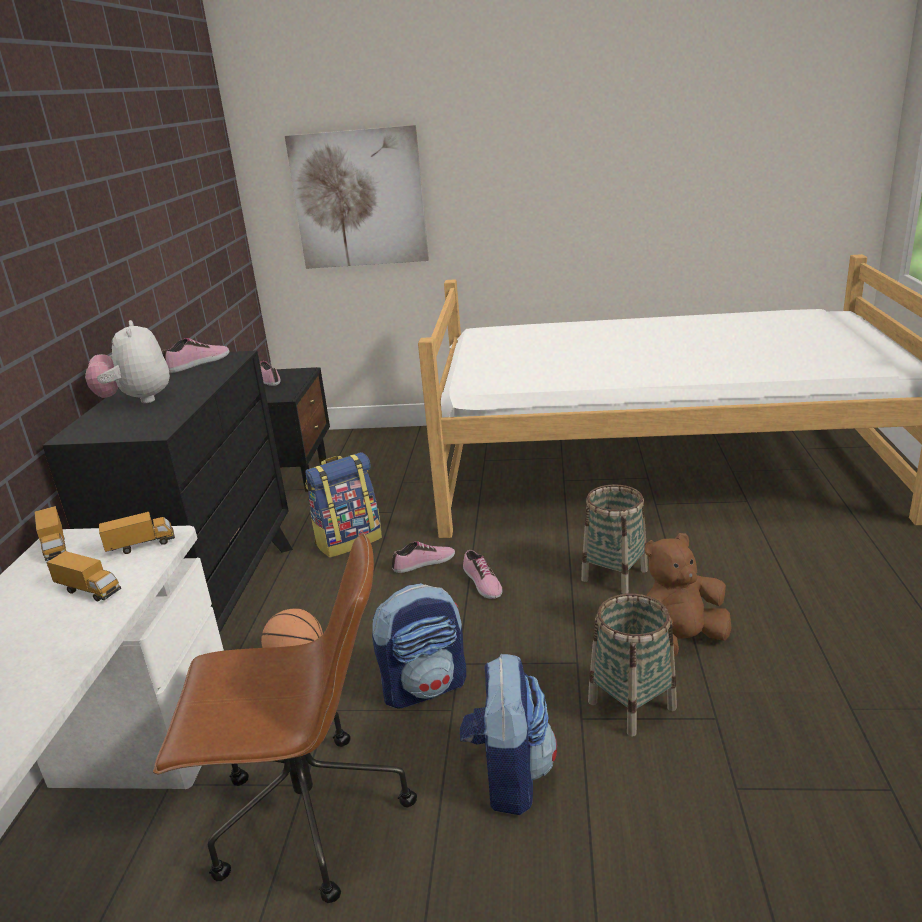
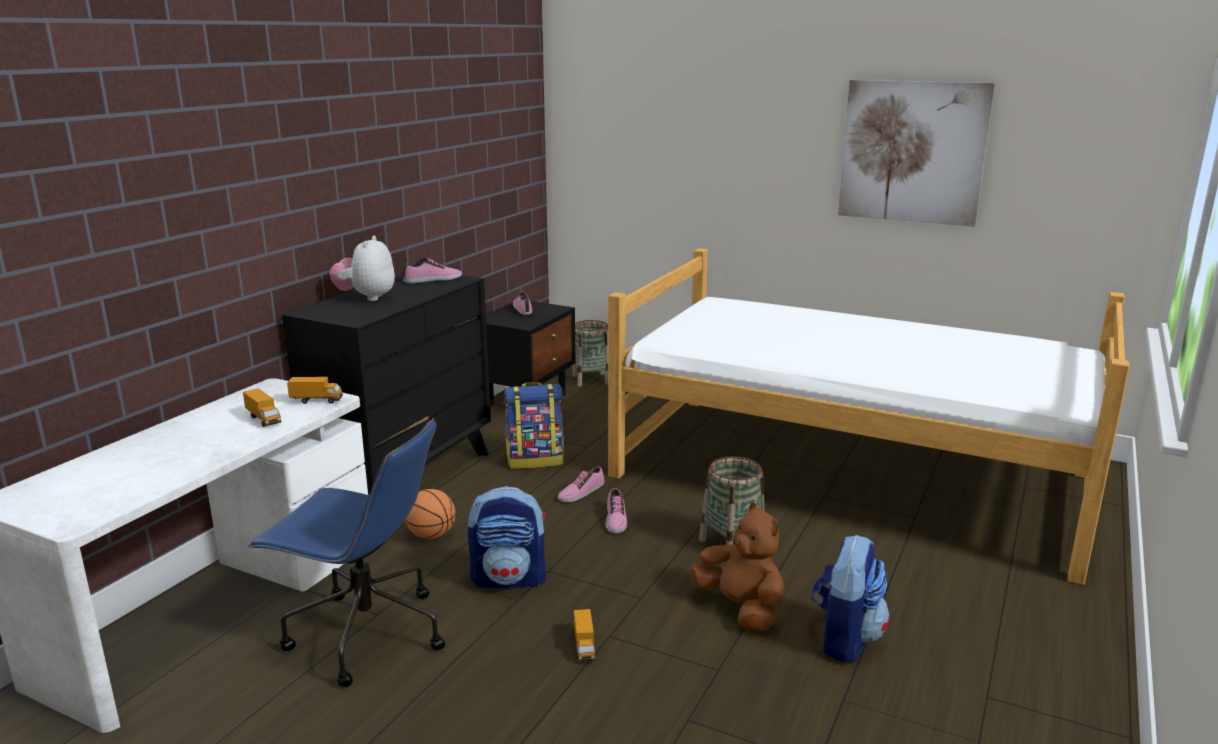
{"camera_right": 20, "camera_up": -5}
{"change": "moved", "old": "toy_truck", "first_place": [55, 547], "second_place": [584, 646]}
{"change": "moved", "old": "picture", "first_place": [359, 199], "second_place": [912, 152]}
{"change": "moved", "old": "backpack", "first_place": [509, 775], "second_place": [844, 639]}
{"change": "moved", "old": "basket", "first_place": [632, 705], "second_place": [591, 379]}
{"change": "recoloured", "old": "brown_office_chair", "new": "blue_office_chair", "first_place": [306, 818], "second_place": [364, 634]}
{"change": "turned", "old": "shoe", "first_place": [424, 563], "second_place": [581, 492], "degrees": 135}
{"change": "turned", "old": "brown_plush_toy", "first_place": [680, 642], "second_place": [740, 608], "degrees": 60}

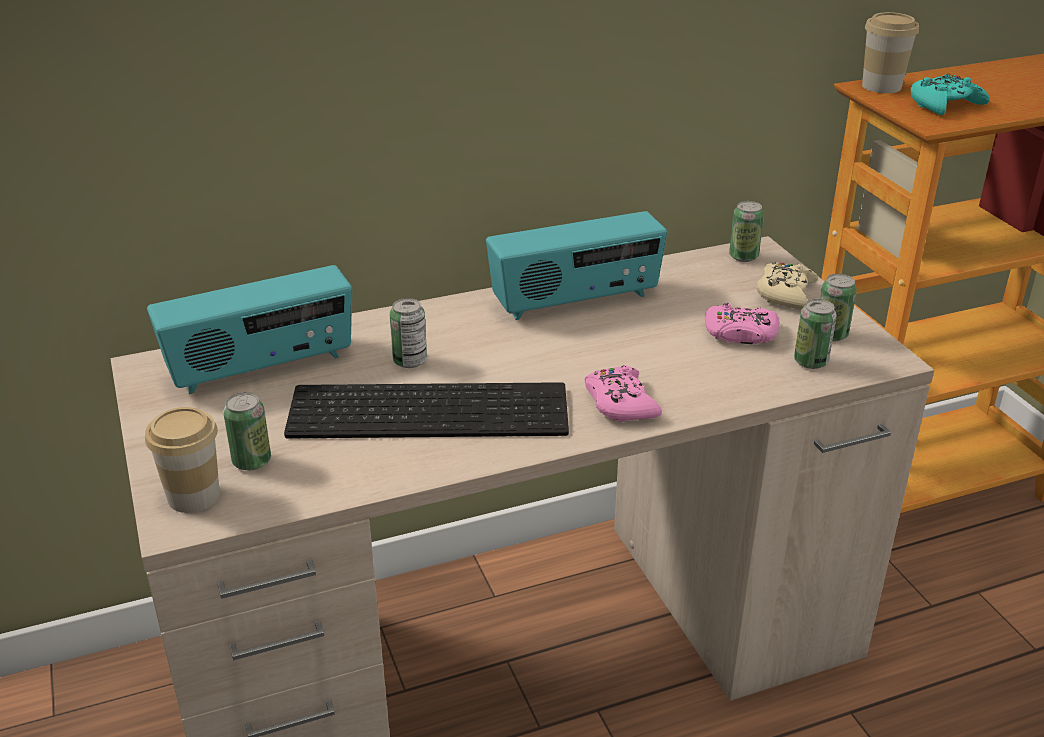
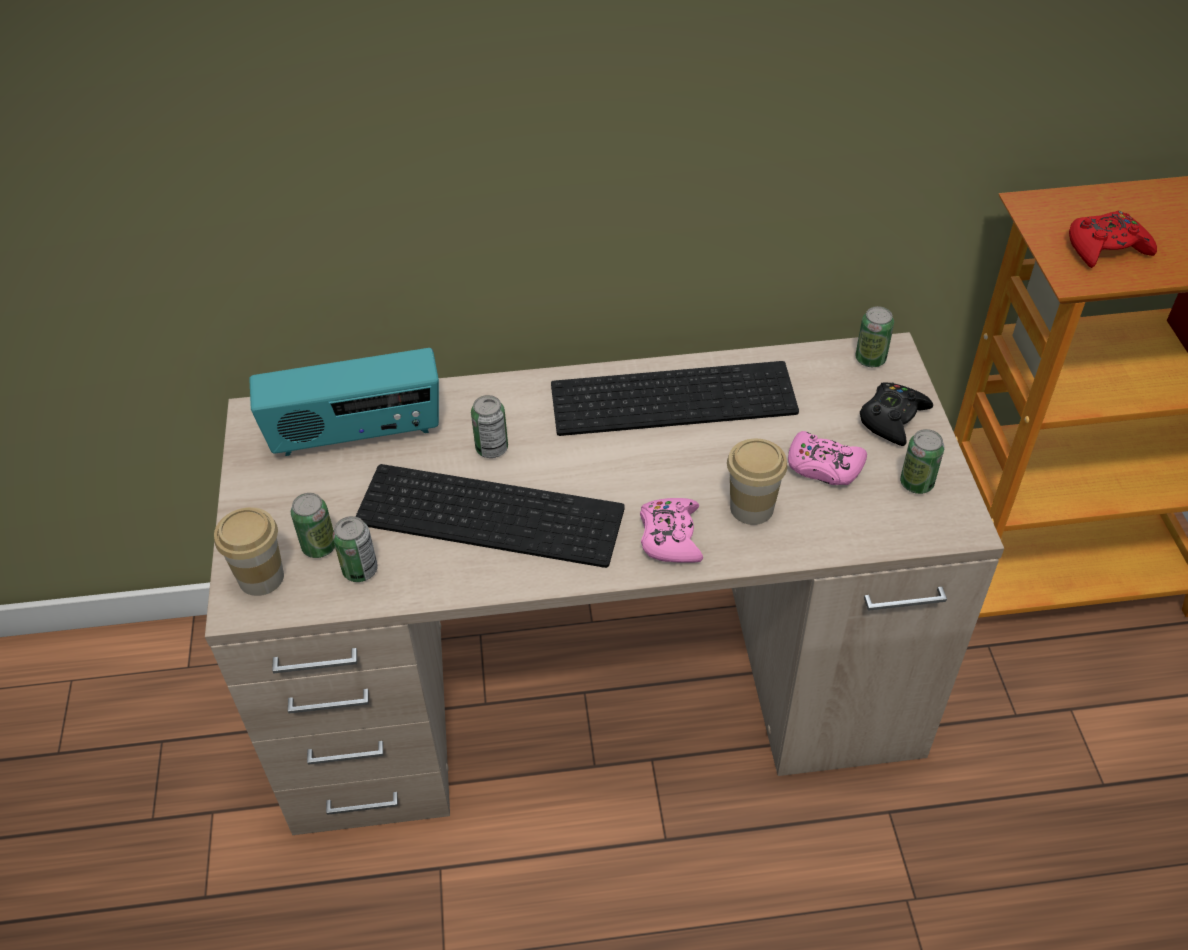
{"camera_right": 15, "camera_up": 15}
{"change": "moved", "old": "can", "first_place": [810, 362], "second_place": [360, 570]}
{"change": "moved", "old": "cup", "first_place": [881, 86], "second_place": [751, 508]}
{"change": "replaced", "old": "radio", "new": "keyboard", "first_place": [575, 301], "second_place": [675, 396]}
{"change": "recoloured", "old": "beige_game_controller", "new": "black_game_controller", "first_place": [785, 294], "second_place": [892, 419]}
{"change": "recoloured", "old": "turquoise_game_controller", "new": "red_game_controller", "first_place": [944, 105], "second_place": [1106, 248]}

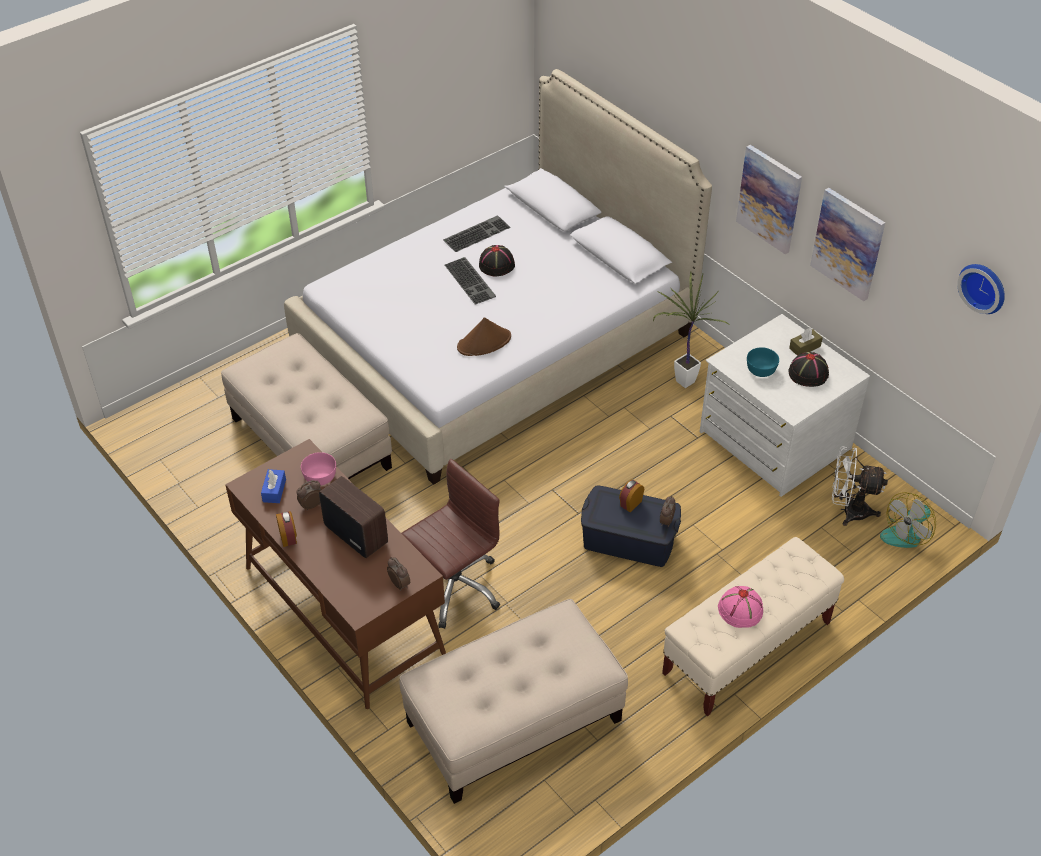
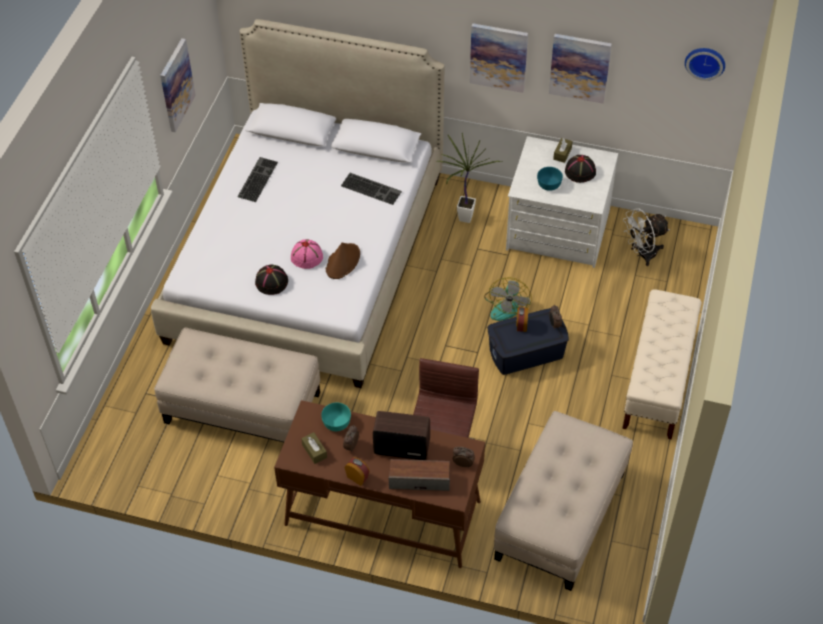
{"camera_right": -35, "camera_up": 5}
{"change": "added", "new": "picture", "second_place": [176, 85]}
{"change": "added", "new": "speaker", "second_place": [419, 480]}
{"change": "moved", "old": "keyboard", "first_place": [471, 281], "second_place": [372, 188]}
{"change": "moved", "old": "black_hat", "first_place": [497, 265], "second_place": [272, 282]}
{"change": "moved", "old": "pink_hat", "first_place": [740, 610], "second_place": [307, 257]}
{"change": "moved", "old": "fan", "first_place": [907, 533], "second_place": [506, 305]}
{"change": "recoloured", "old": "blue_tissue_box", "new": "brown_tissue_box", "first_place": [274, 490], "second_place": [314, 451]}
{"change": "recoloured", "old": "pink_bowl", "new": "turquoise_bowl", "first_place": [320, 477], "second_place": [336, 423]}

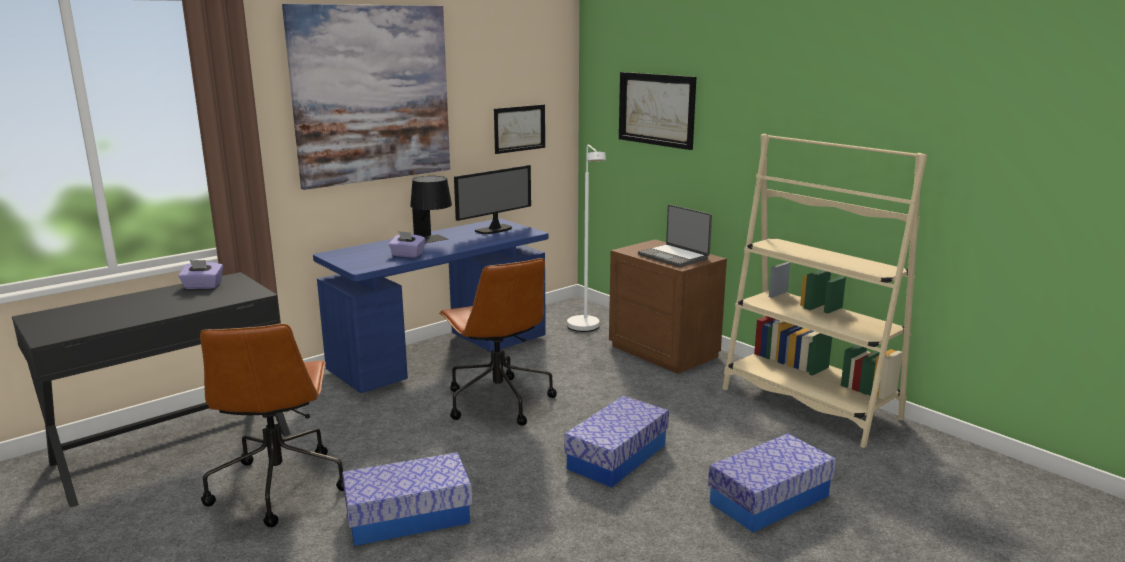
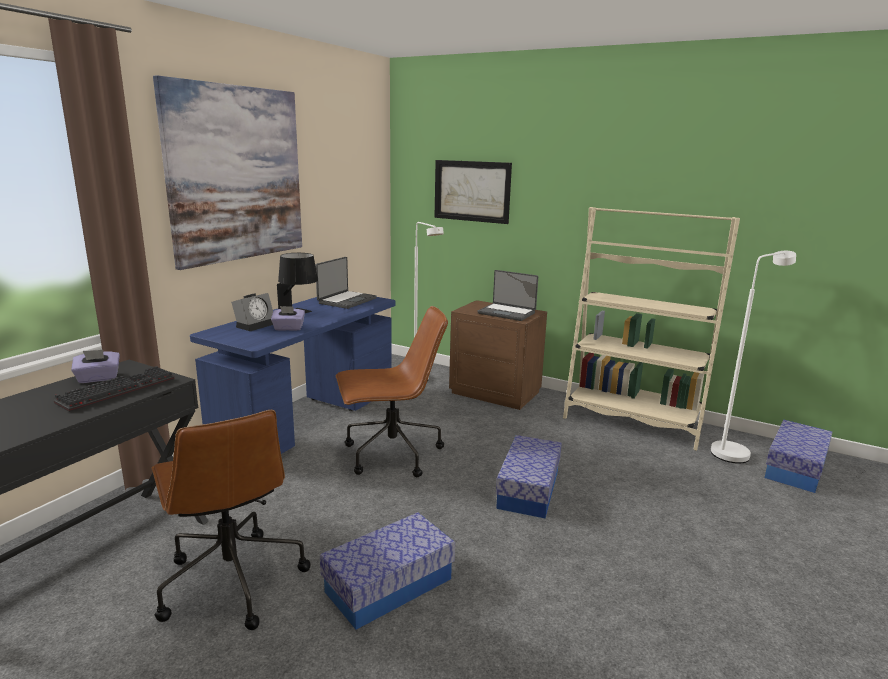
{"camera_right": -20, "camera_up": 0}
{"change": "removed", "old": "picture", "first_place": [519, 128]}
{"change": "added", "new": "keyboard", "second_place": [118, 390]}
{"change": "added", "new": "alarm_clock", "second_place": [256, 325]}
{"change": "added", "new": "white_floor_lamp", "second_place": [734, 451]}
{"change": "moved", "old": "storage_box", "first_place": [769, 499], "second_place": [795, 468]}
{"change": "replaced", "old": "monitor", "new": "laptop", "first_place": [495, 230], "second_place": [346, 300]}
{"change": "turned", "old": "brown_office_chair", "first_place": [497, 401], "second_place": [391, 455], "degrees": -60}

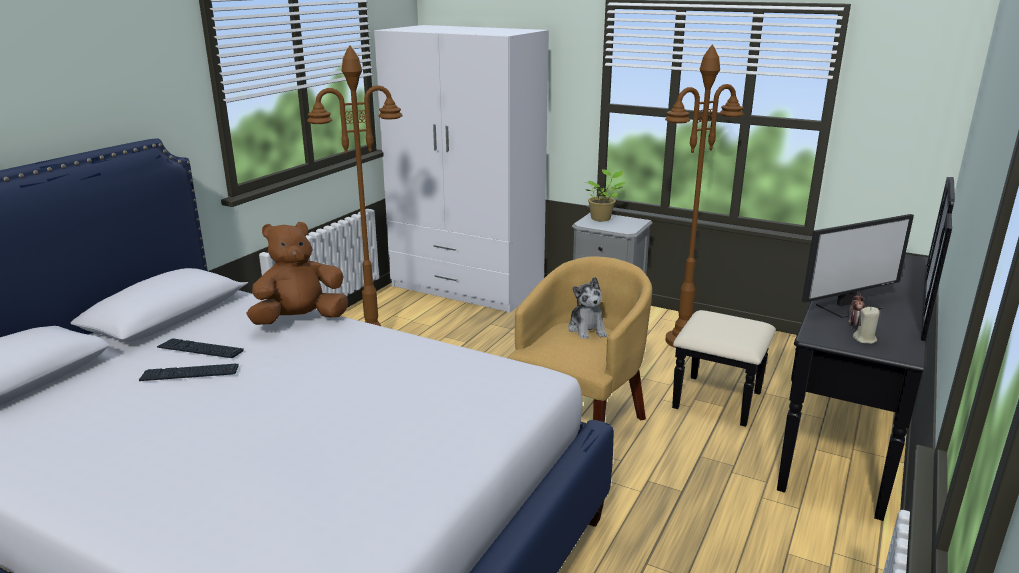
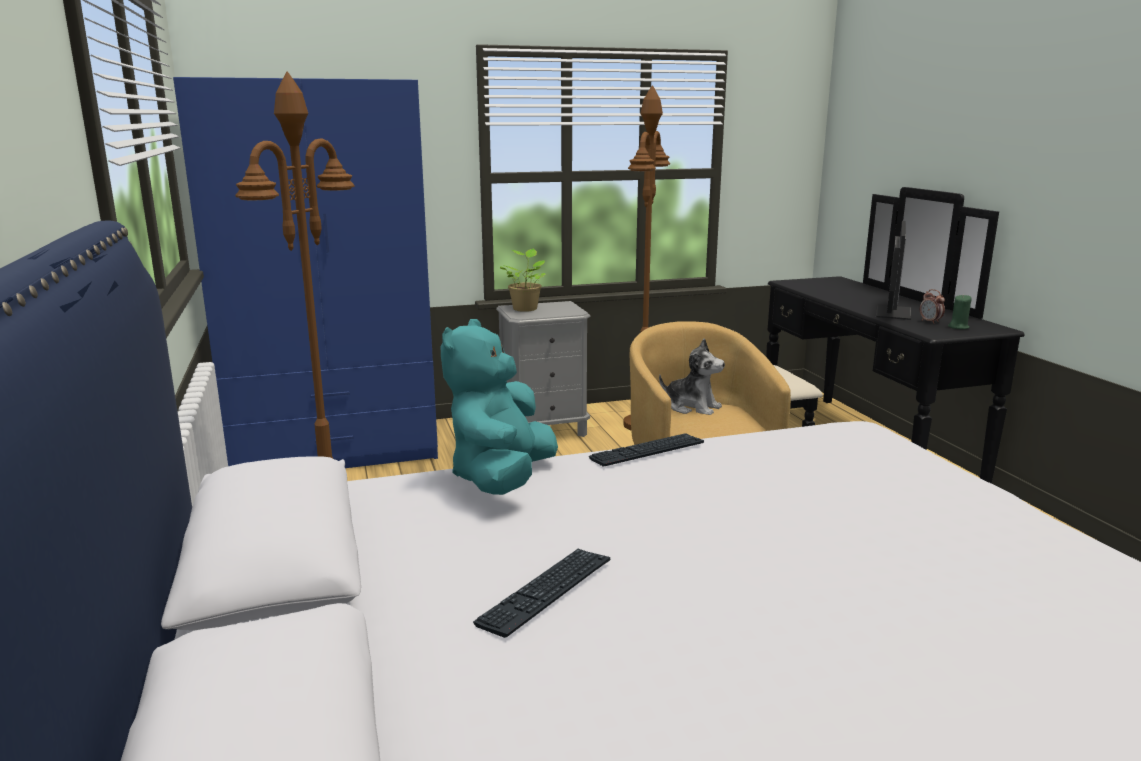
{"camera_right": -45, "camera_up": -5}
{"change": "moved", "old": "keyboard", "first_place": [200, 350], "second_place": [647, 452]}
{"change": "recoloured", "old": "brown_plush_toy", "new": "turquoise_plush_toy", "first_place": [300, 320], "second_place": [502, 479]}
{"change": "recoloured", "old": "white_wardrobe", "new": "blue_wardrobe", "first_place": [467, 287], "second_place": [336, 450]}
{"change": "recoloured", "old": "beige_candle", "new": "green_candle", "first_place": [864, 339], "second_place": [958, 327]}

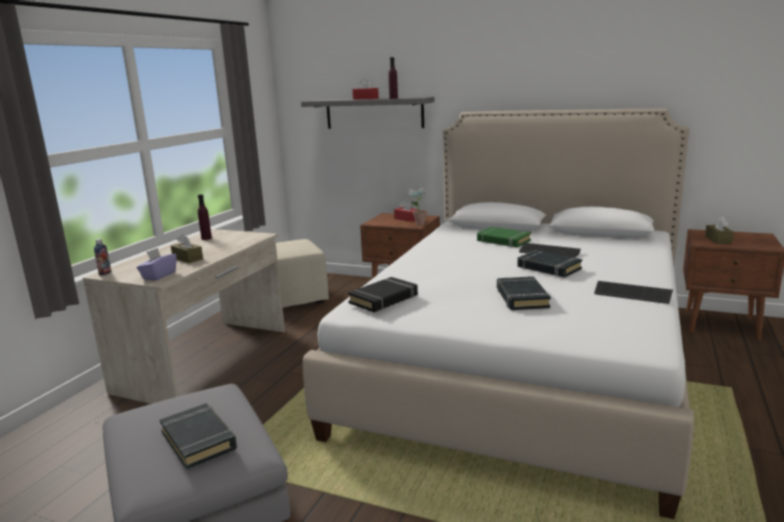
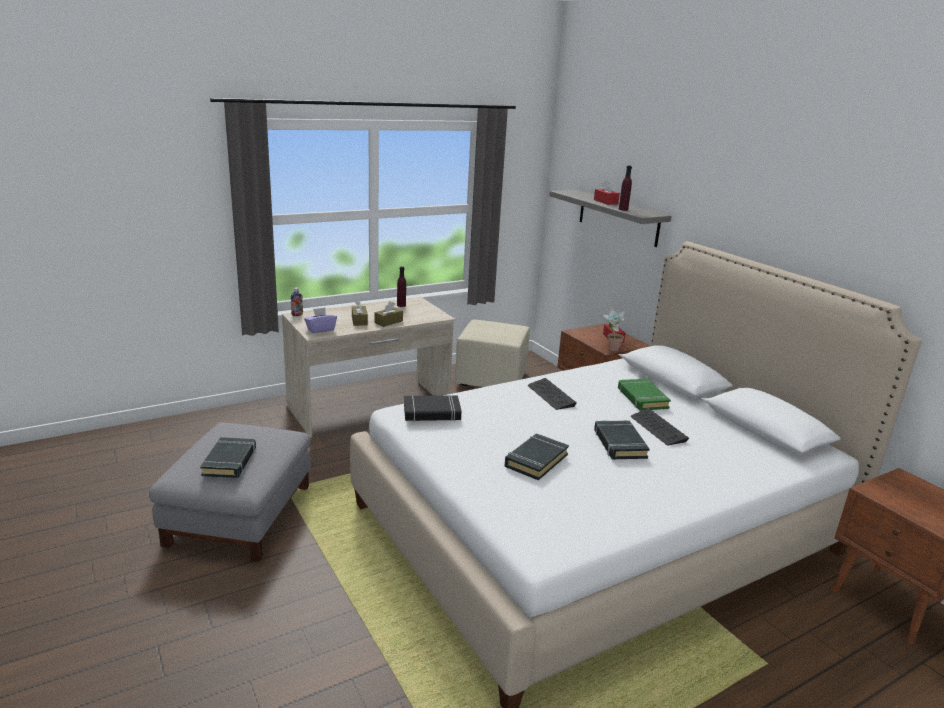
{"camera_right": 35, "camera_up": 5}
{"change": "moved", "old": "keyboard", "first_place": [632, 294], "second_place": [551, 395]}
{"change": "moved", "old": "brown_tissue_box", "first_place": [718, 240], "second_place": [388, 322]}

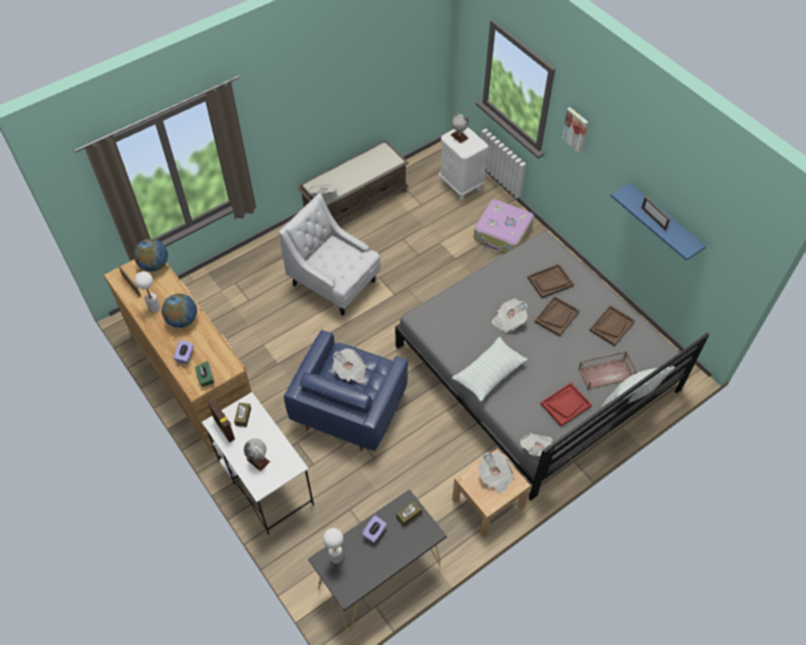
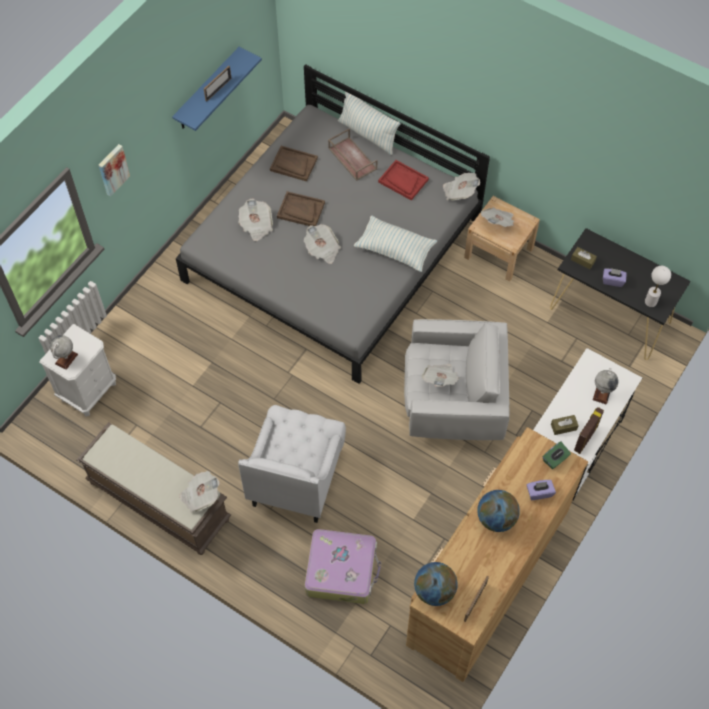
{"camera_right": -110, "camera_up": 5}
{"change": "removed", "old": "white_table_lamp", "first_place": [154, 308]}
{"change": "moved", "old": "suitcase", "first_place": [502, 233], "second_place": [342, 570]}
{"change": "replaced", "old": "brown_tray", "new": "newspaper", "first_place": [550, 282], "second_place": [256, 226]}
{"change": "recoloured", "old": "blue_armchair", "new": "white_armchair", "first_place": [350, 407], "second_place": [453, 400]}

